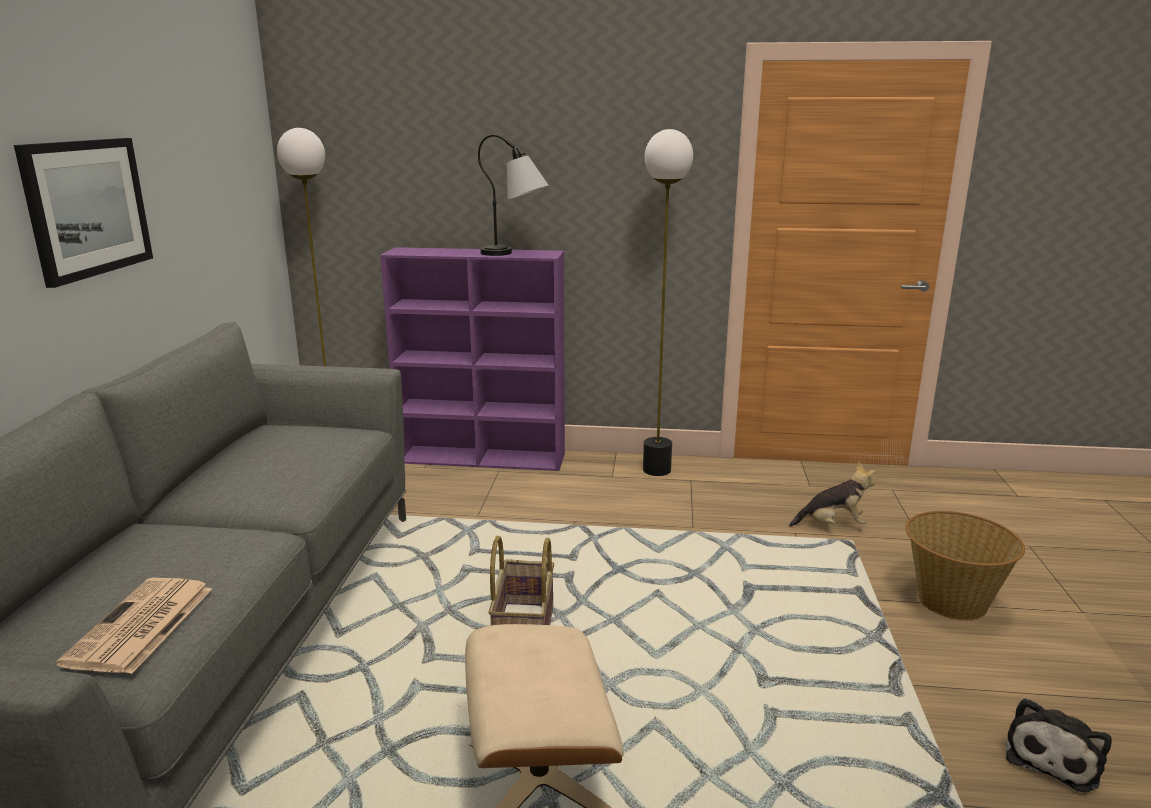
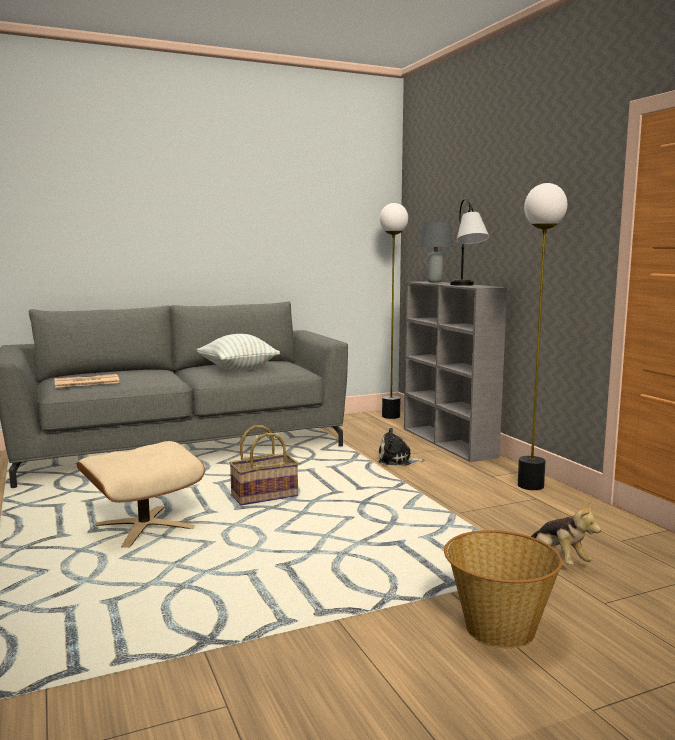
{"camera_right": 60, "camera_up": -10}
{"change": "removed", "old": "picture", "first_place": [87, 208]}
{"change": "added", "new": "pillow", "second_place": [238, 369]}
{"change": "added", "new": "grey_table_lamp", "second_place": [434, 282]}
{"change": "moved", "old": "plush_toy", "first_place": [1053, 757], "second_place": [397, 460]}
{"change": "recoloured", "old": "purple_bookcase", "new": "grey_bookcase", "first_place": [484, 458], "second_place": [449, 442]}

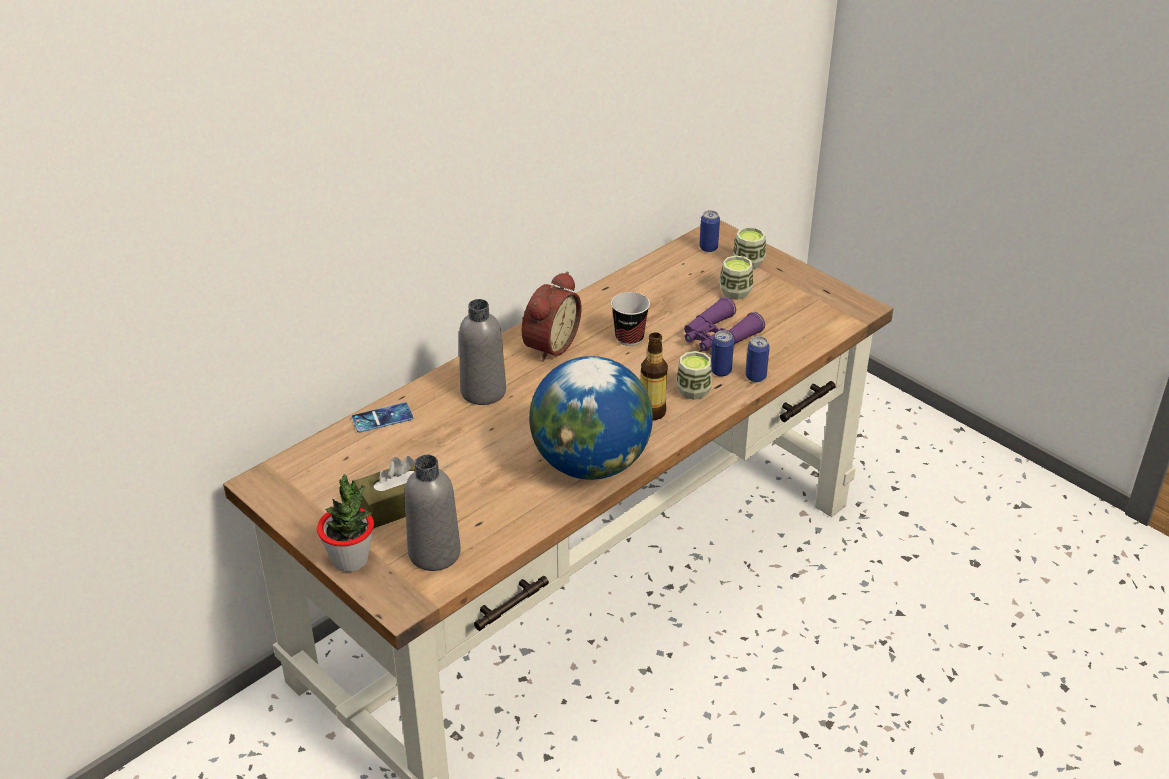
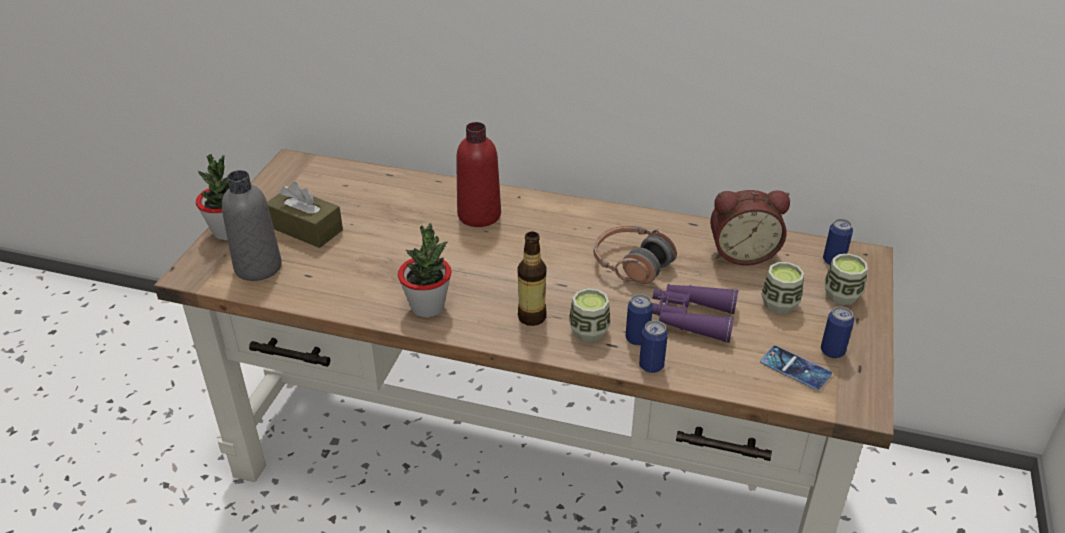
{"camera_right": 60, "camera_up": 0}
{"change": "added", "new": "can", "second_place": [832, 351]}
{"change": "moved", "old": "phone", "first_place": [382, 418], "second_place": [795, 368]}
{"change": "moved", "old": "alarm_clock", "first_place": [548, 345], "second_place": [742, 253]}
{"change": "replaced", "old": "globe", "new": "potted_plant", "first_place": [591, 464], "second_place": [428, 307]}
{"change": "replaced", "old": "cup", "new": "headphones", "first_place": [629, 338], "second_place": [631, 264]}
{"change": "recoloured", "old": "grey_bottle", "new": "red_bottle", "first_place": [483, 391], "second_place": [479, 215]}

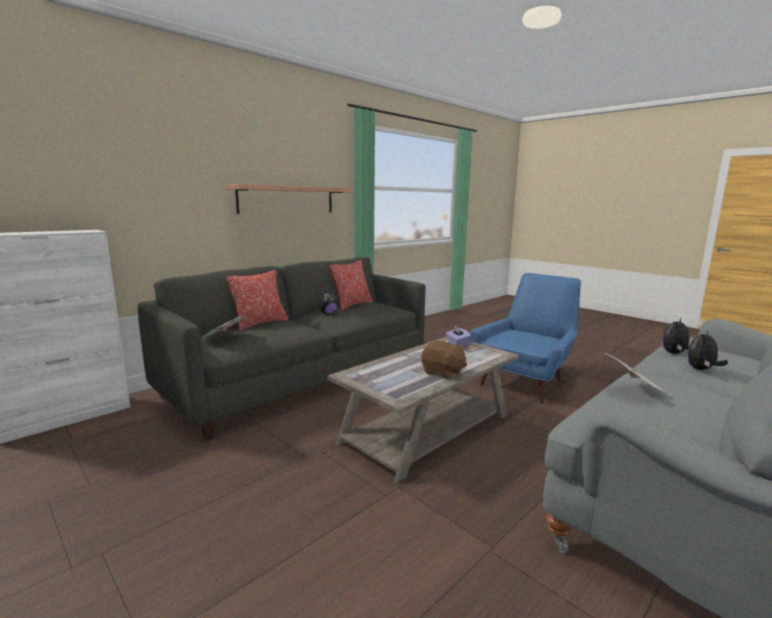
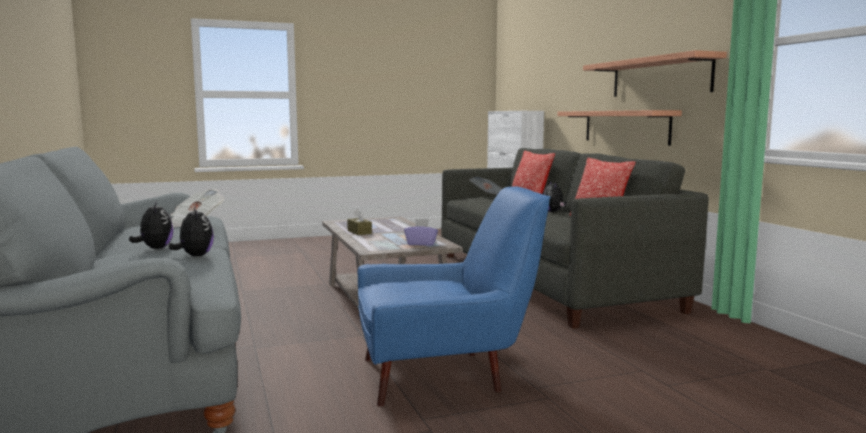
{"camera_right": 115, "camera_up": -5}
{"change": "added", "new": "shelf", "second_place": [625, 126]}
{"change": "replaced", "old": "brown_plush_toy", "new": "brown_tissue_box", "first_place": [443, 372], "second_place": [359, 232]}
{"change": "turned", "old": "blue_armchair", "first_place": [526, 380], "second_place": [445, 375], "degrees": -75}

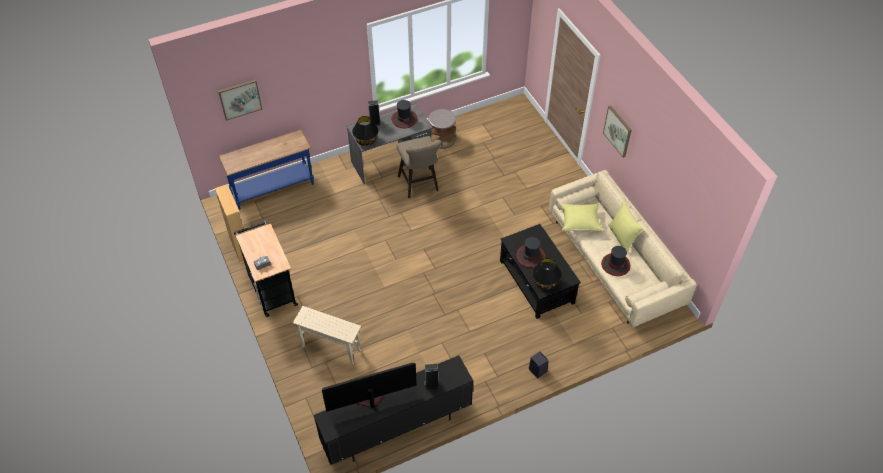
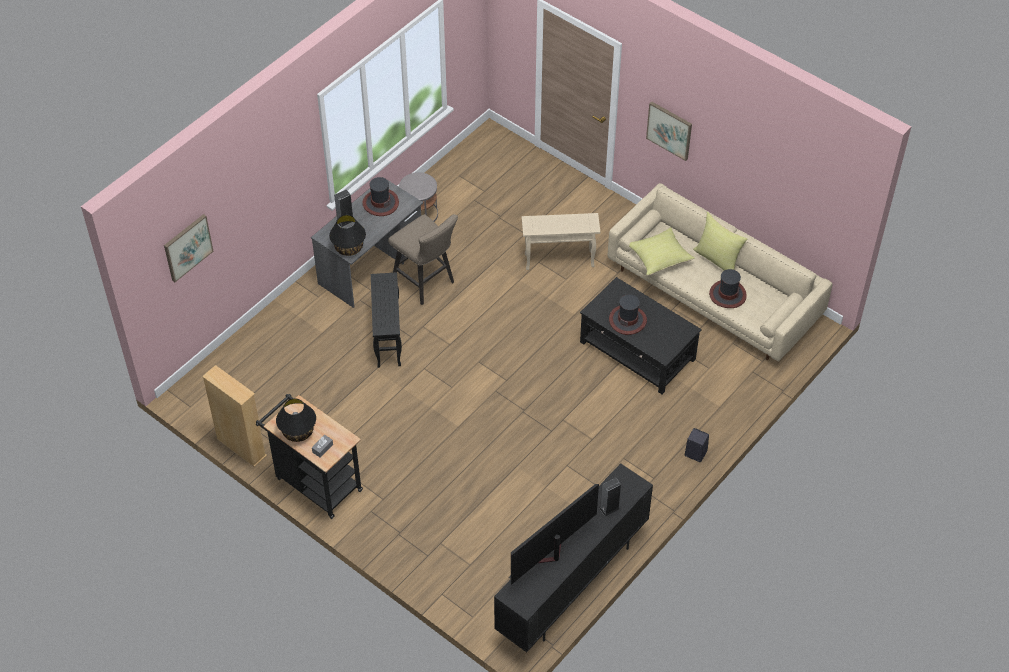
{"camera_right": -25, "camera_up": 0}
{"change": "removed", "old": "blue_console_table", "first_place": [273, 189]}
{"change": "added", "new": "black_side_table", "second_place": [388, 339]}
{"change": "moved", "old": "beige_side_table", "first_place": [331, 348], "second_place": [559, 260]}
{"change": "moved", "old": "black_table_lamp", "first_place": [545, 282], "second_place": [298, 431]}

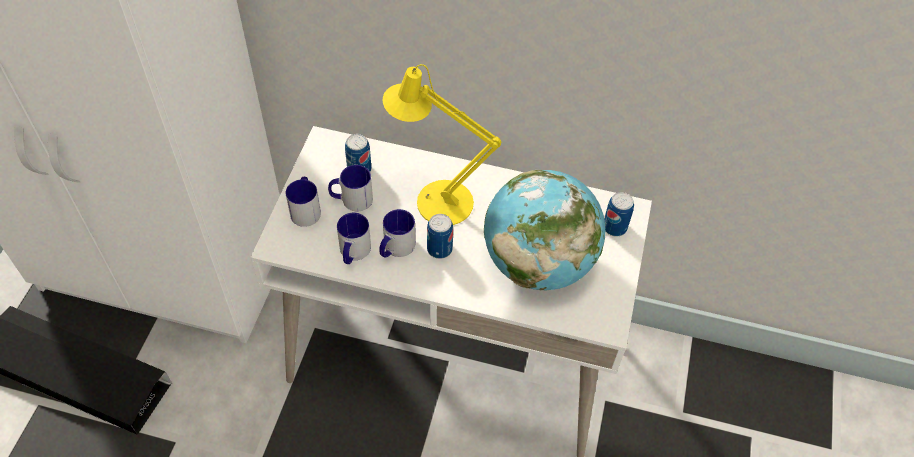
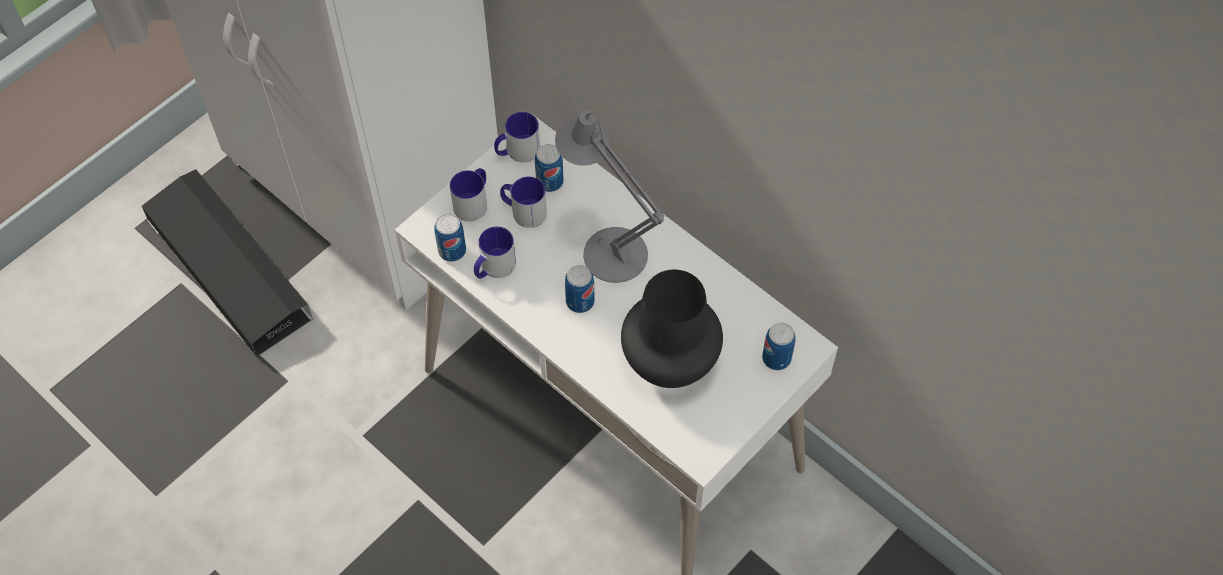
{"camera_right": 30, "camera_up": 5}
{"change": "added", "new": "can", "second_place": [452, 251]}
{"change": "moved", "old": "mug", "first_place": [395, 248], "second_place": [517, 151]}
{"change": "replaced", "old": "globe", "new": "black_vase", "first_place": [538, 263], "second_place": [670, 360]}
{"change": "recoloured", "old": "yellow_table_lamp", "new": "grey_table_lamp", "first_place": [436, 200], "second_place": [608, 249]}

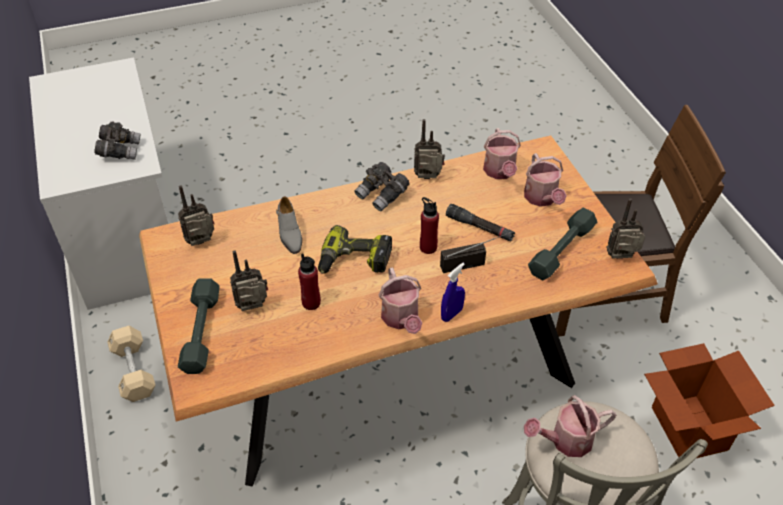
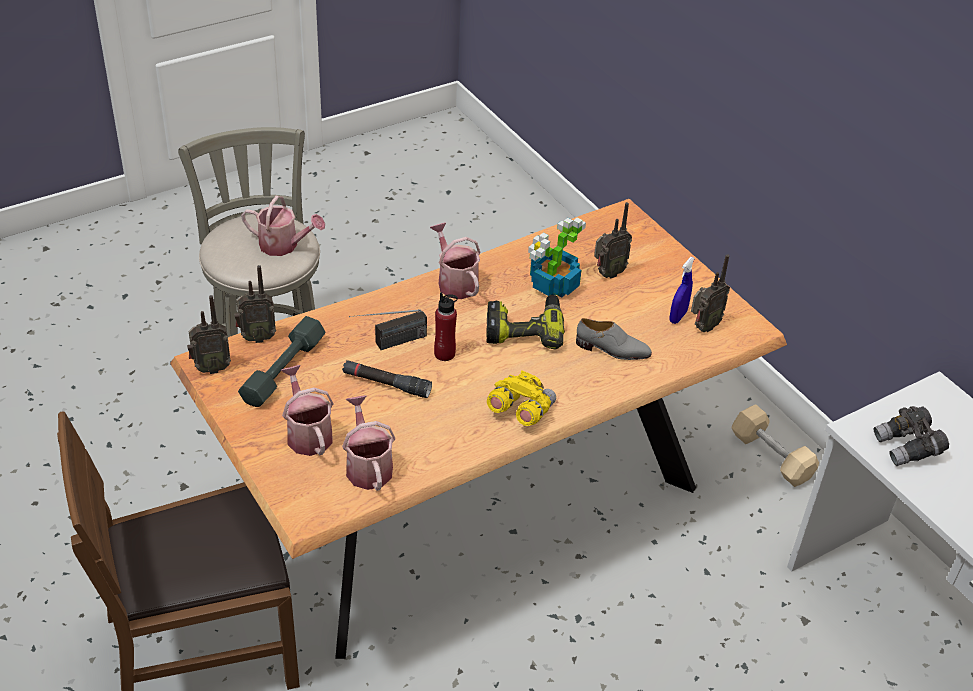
{"camera_right": 165, "camera_up": -5}
{"change": "removed", "old": "grey_dumbbell", "first_place": [201, 331]}
{"change": "removed", "old": "cardboard_box", "first_place": [688, 428]}
{"change": "moved", "old": "radio", "first_place": [428, 179], "second_place": [256, 337]}
{"change": "moved", "old": "blue_spray_bottle", "first_place": [451, 314], "second_place": [678, 317]}
{"change": "replaced", "old": "red_bottle", "new": "potted_plant", "first_place": [311, 303], "second_place": [553, 285]}
{"change": "recoloured", "old": "grey_binoculars", "new": "yellow_binoculars", "first_place": [382, 195], "second_place": [520, 411]}
{"change": "turned", "old": "grey_shoe", "first_place": [289, 233], "second_place": [612, 350], "degrees": 135}
{"change": "turned", "old": "watering_can", "first_place": [566, 440], "second_place": [284, 245], "degrees": 45}

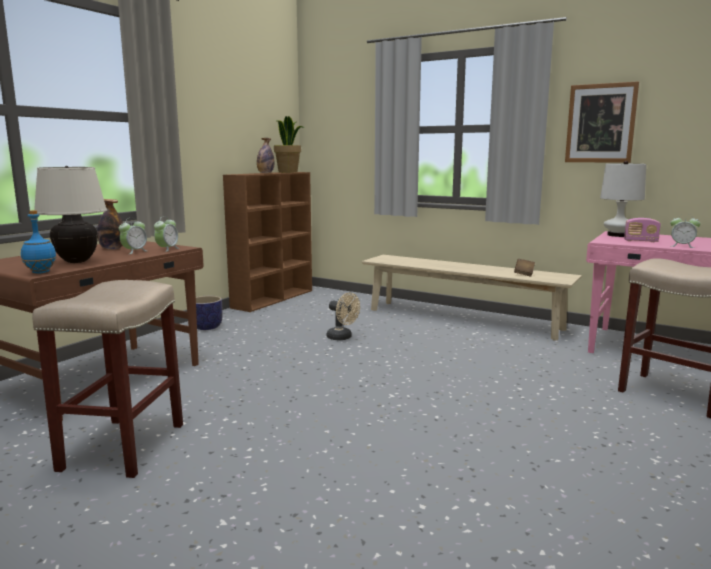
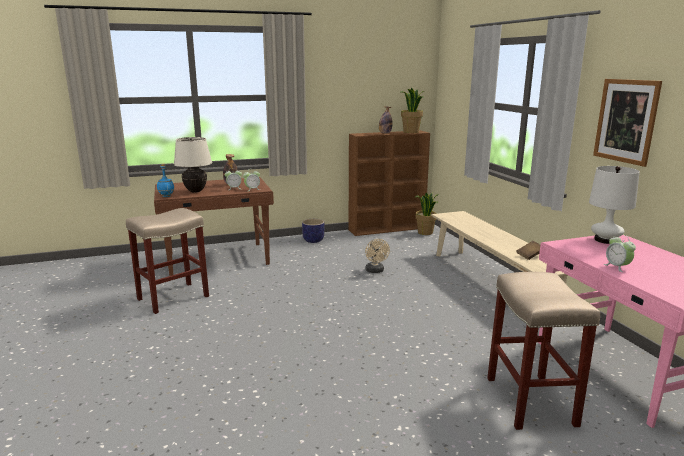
{"camera_right": 40, "camera_up": 5}
{"change": "removed", "old": "radio", "first_place": [640, 241]}
{"change": "added", "new": "potted_plant", "second_place": [425, 233]}

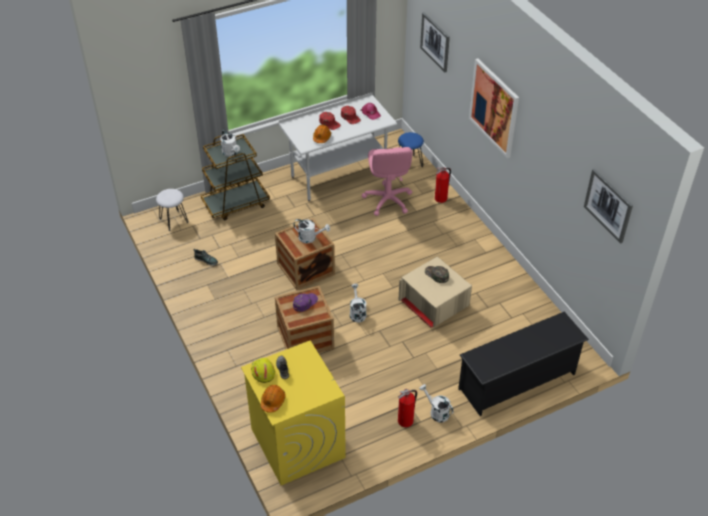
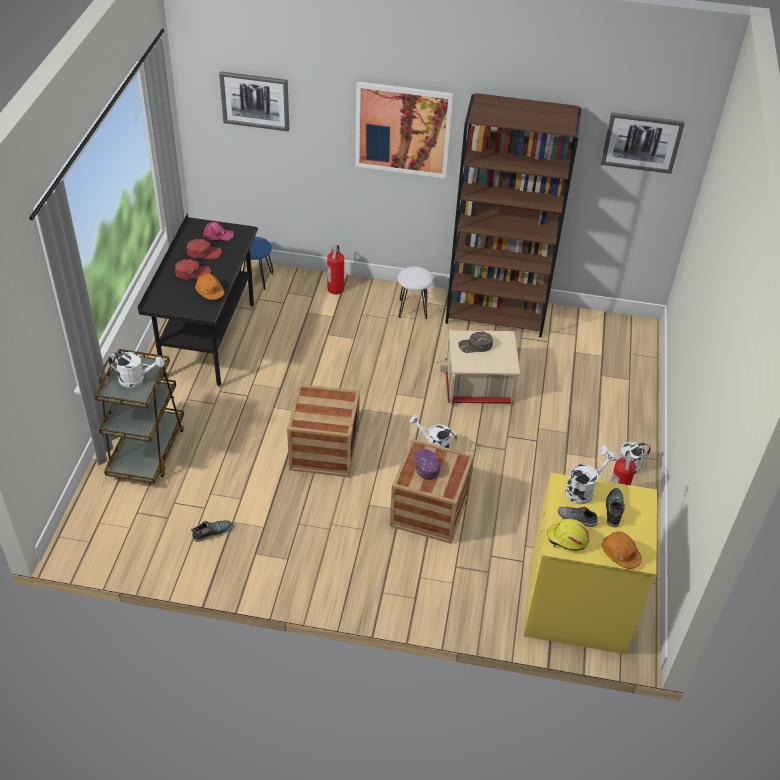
{"camera_right": -55, "camera_up": 0}
{"change": "removed", "old": "pink_office_chair", "first_place": [387, 200]}
{"change": "removed", "old": "black_shoe_rack", "first_place": [517, 381]}
{"change": "added", "new": "brown_bookcase", "second_place": [496, 314]}
{"change": "added", "new": "shoe", "second_place": [613, 509]}
{"change": "moved", "old": "white_stool", "first_place": [174, 220], "second_place": [413, 308]}
{"change": "moved", "old": "white_watering_can", "first_place": [310, 238], "second_place": [583, 490]}
{"change": "recoloured", "old": "white_desk", "new": "black_desk", "first_place": [338, 176], "second_place": [208, 341]}

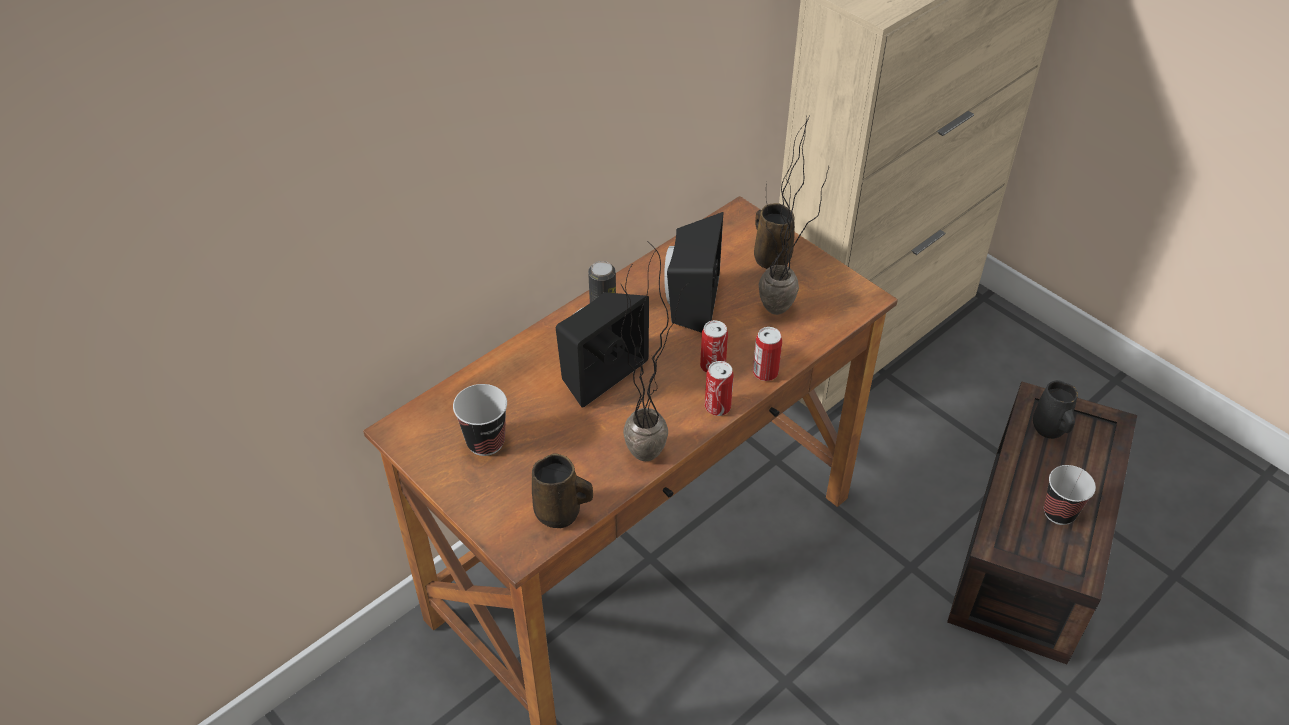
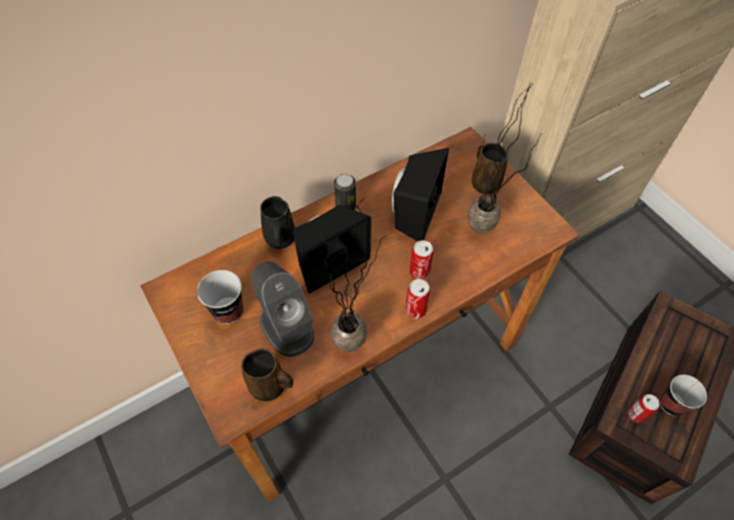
{"camera_right": 10, "camera_up": 10}
{"change": "added", "new": "grey_speaker", "second_place": [286, 327]}
{"change": "moved", "old": "can", "first_place": [765, 373], "second_place": [636, 414]}
{"change": "moved", "old": "black_mug", "first_place": [1049, 429], "second_place": [280, 239]}

